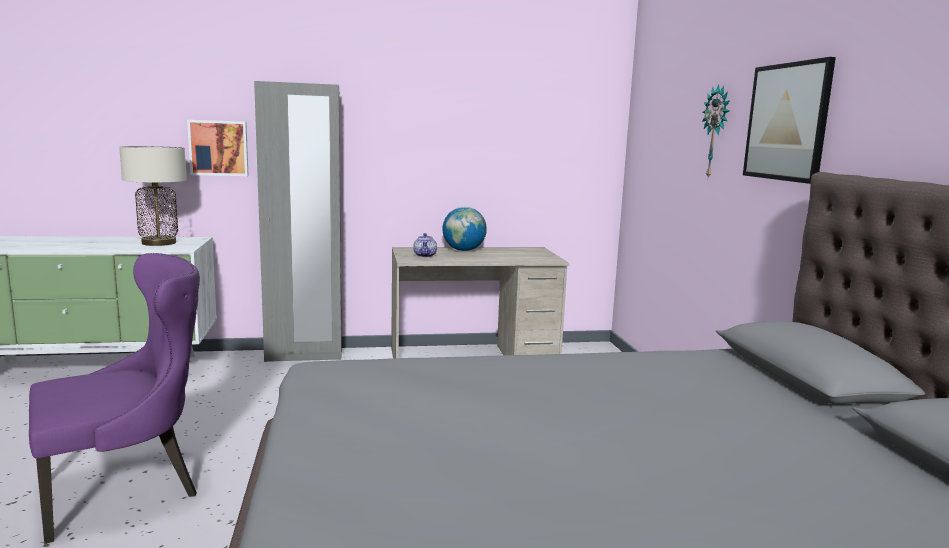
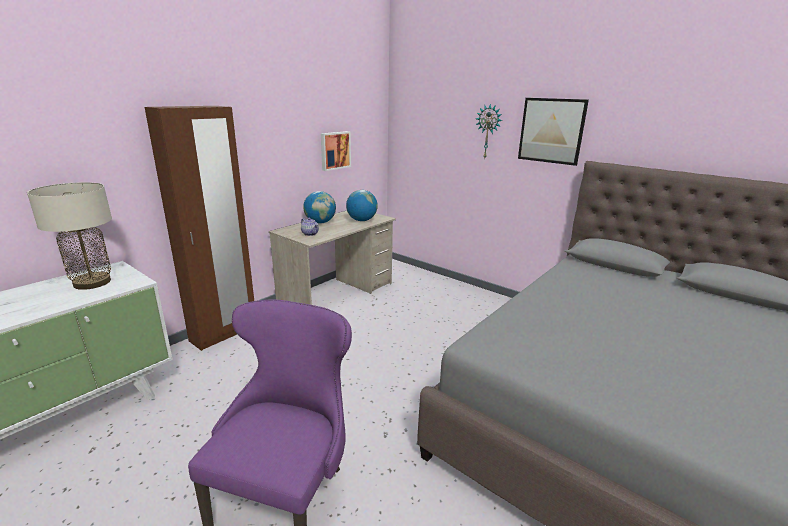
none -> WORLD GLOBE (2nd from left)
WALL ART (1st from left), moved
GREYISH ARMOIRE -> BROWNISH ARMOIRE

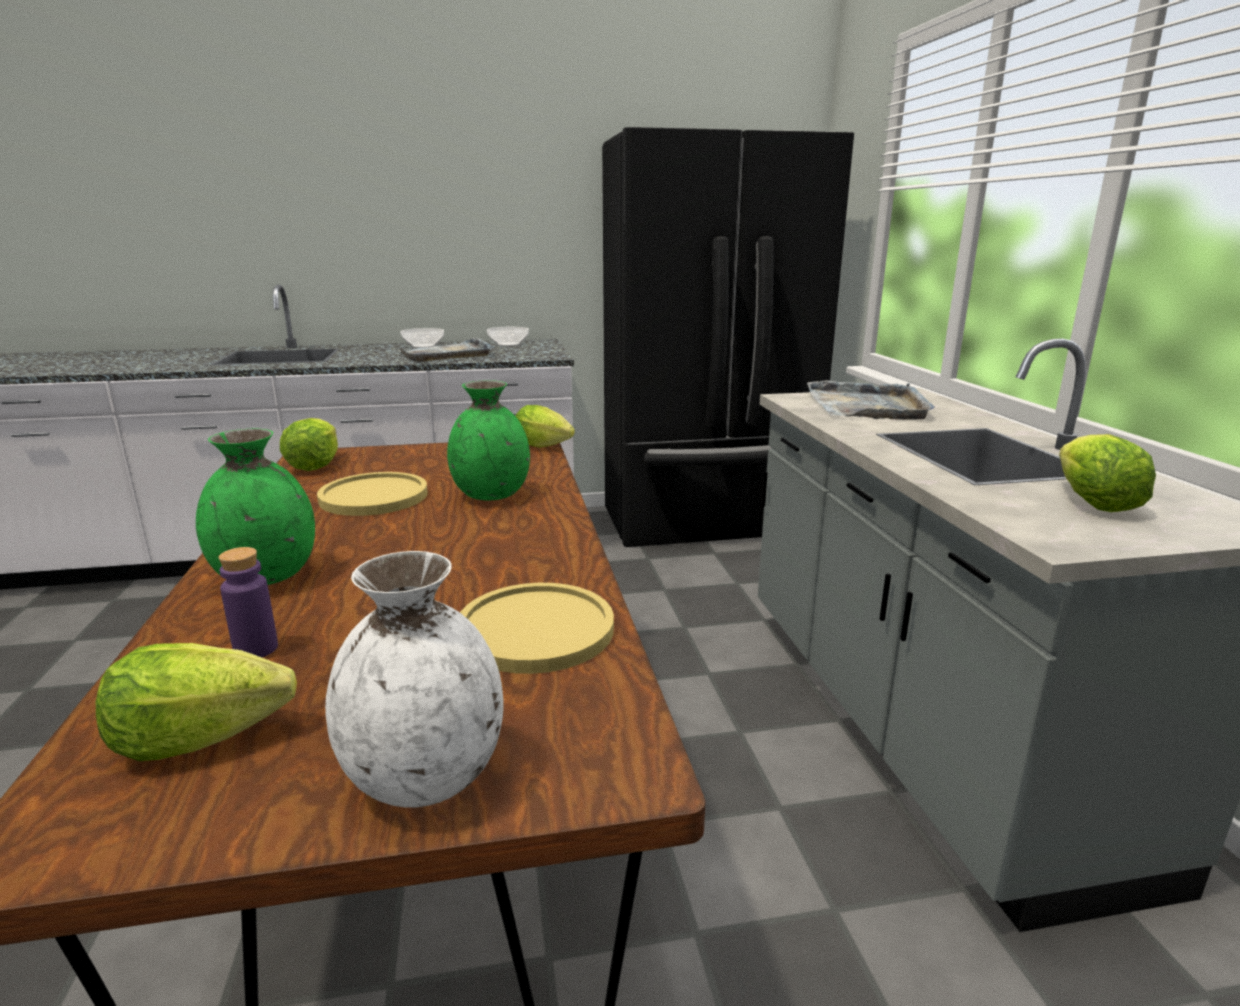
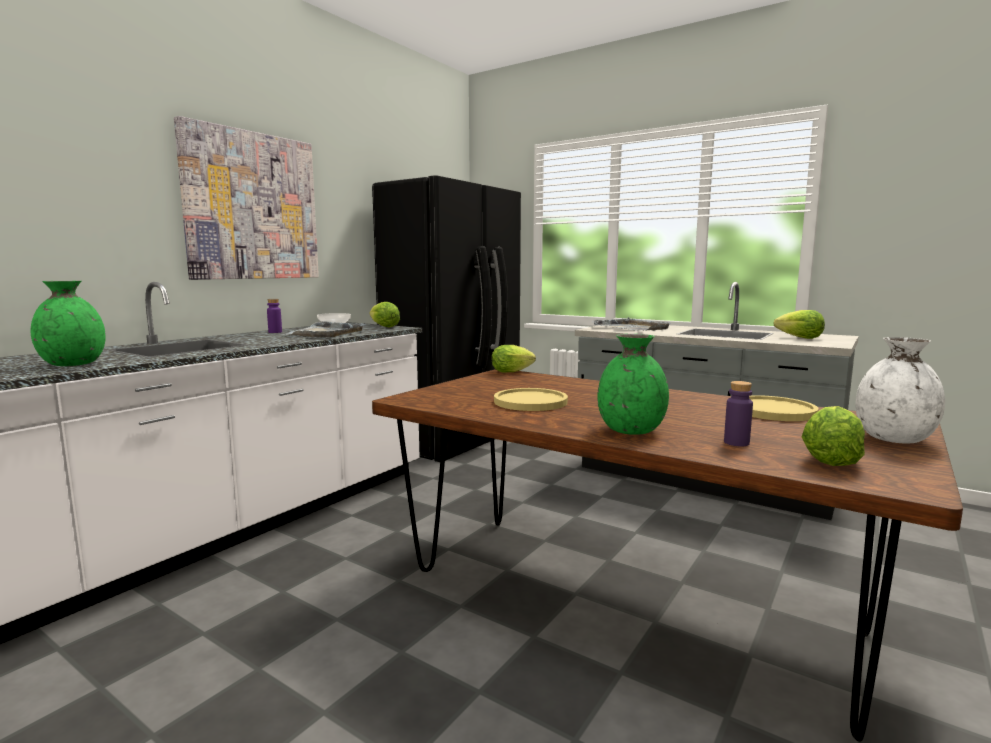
none -> WALL ART
LETTUCE HEAD (2nd from left in the first image) -> LETTUCE HEAD (1st from left), moved
GREEN DECORATIVE VASE (2nd from left in the first image) -> GREEN DECORATIVE VASE (1st from left), moved
SERVING BOWL (1st from left) -> PURPLISH DRINK BOTTLE (1st from left)

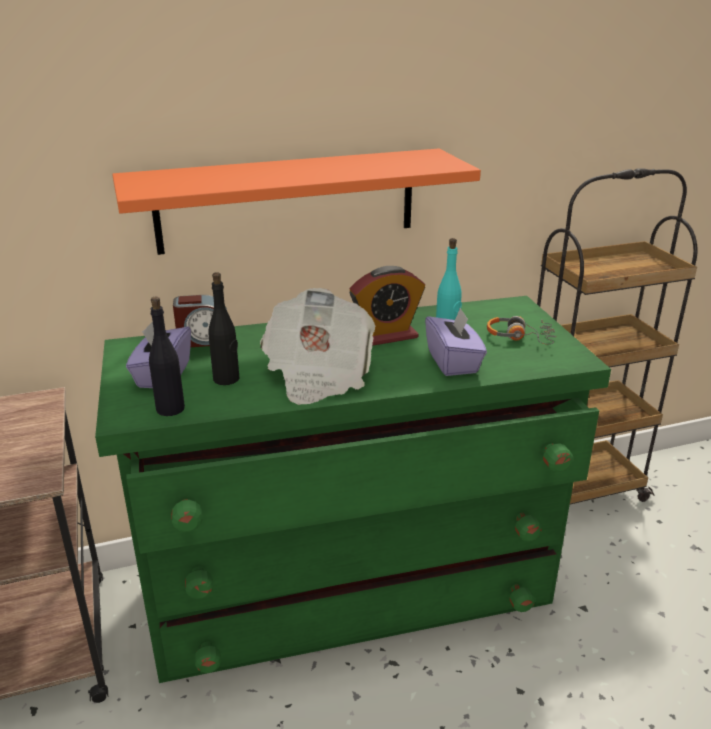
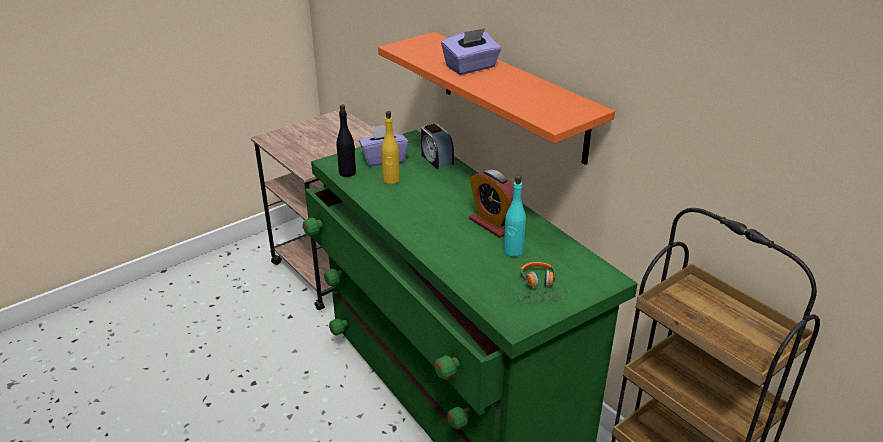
NEWSPAPER -> none
PURPLISH TISSUE HOLDER (2nd from left), moved
BLACK DRINK BOTTLE (2nd from left) -> YELLOWISH DRINK BOTTLE

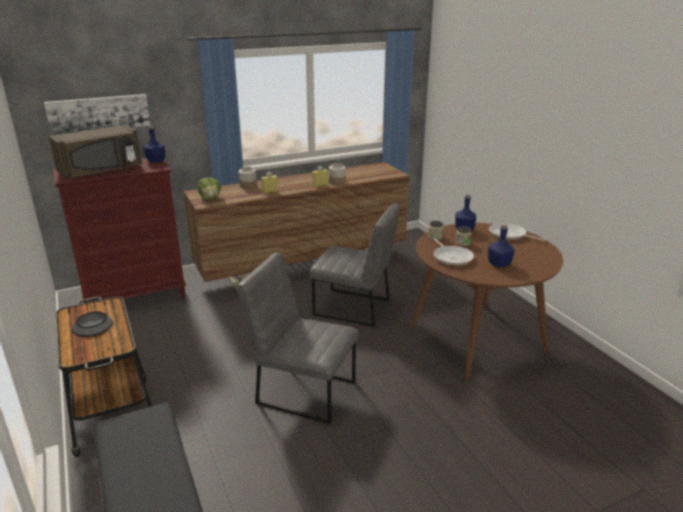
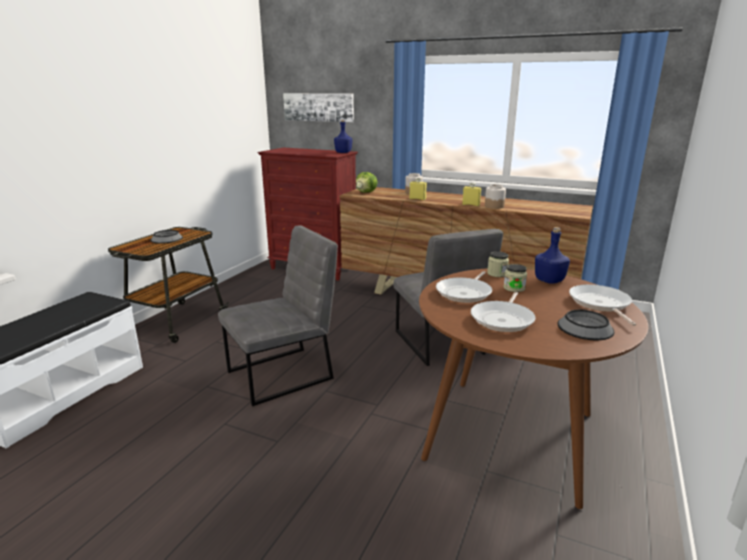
BROWNISH KITCHEN MICROWAVE -> none
none -> SERVING BOWL (2nd from left)
BLUISH DRINK BOTTLE (3rd from left) -> PAN (2nd from left)
GREYISH UPRIGHT CHAIR (1st from left), 75 degrees clockwise

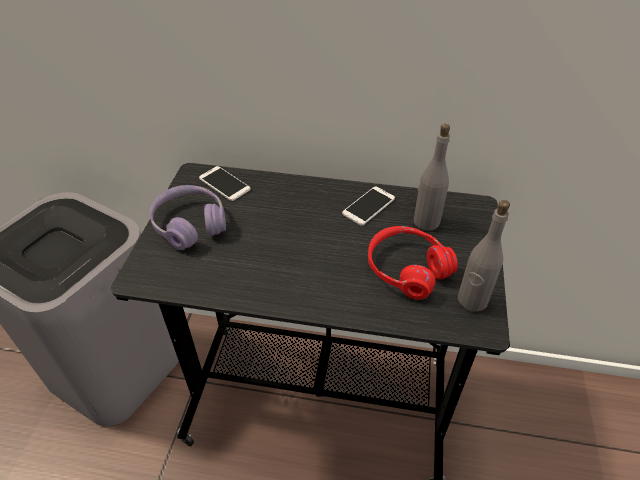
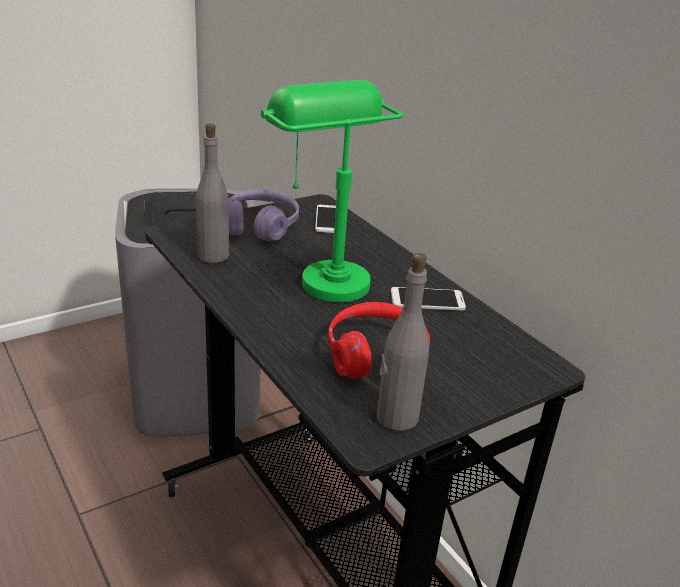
none -> GREEN LAMP FOR A TABLE
GREYISH DRINK BOTTLE (1st from left), moved

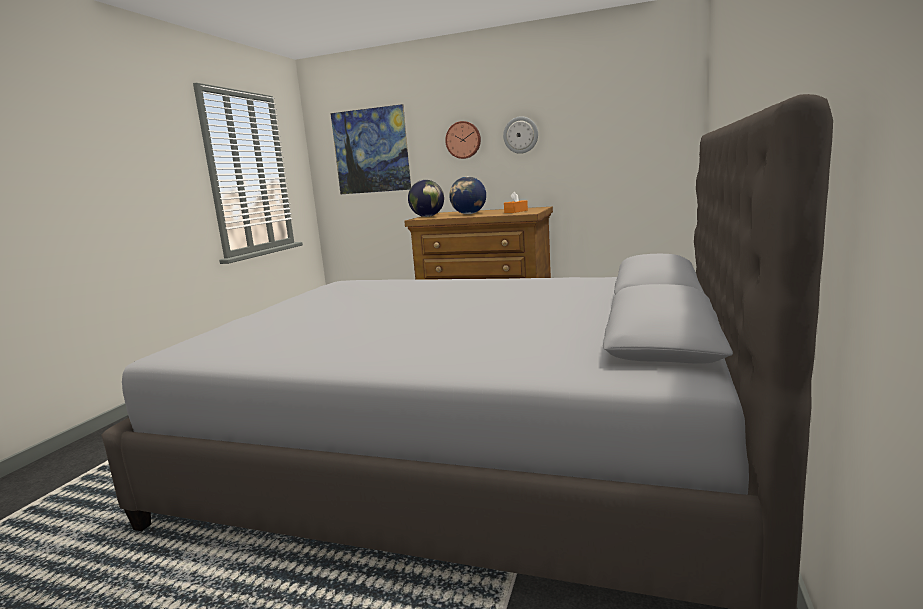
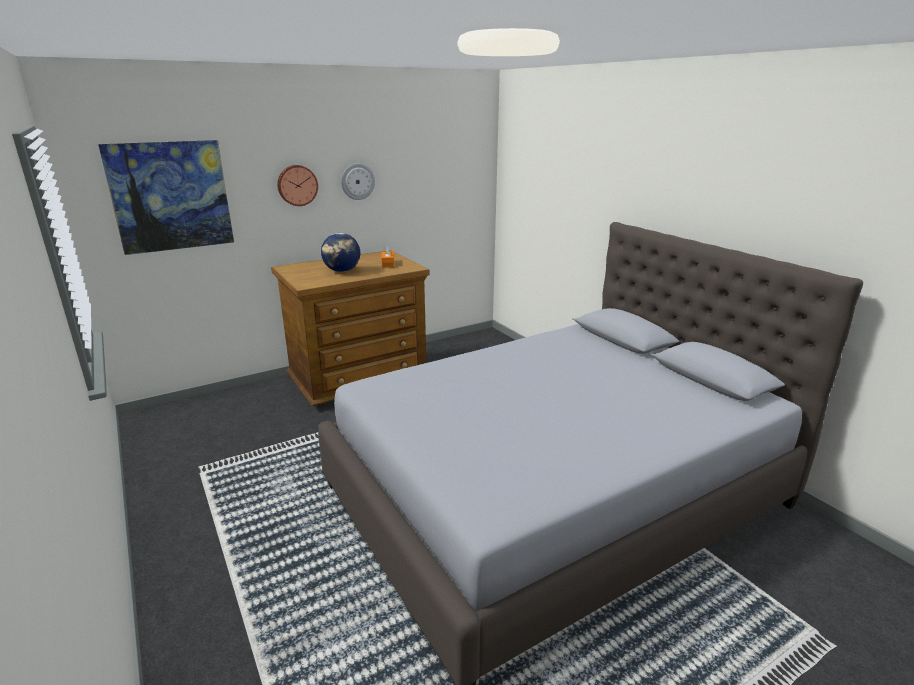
WORLD GLOBE (1st from left) -> none

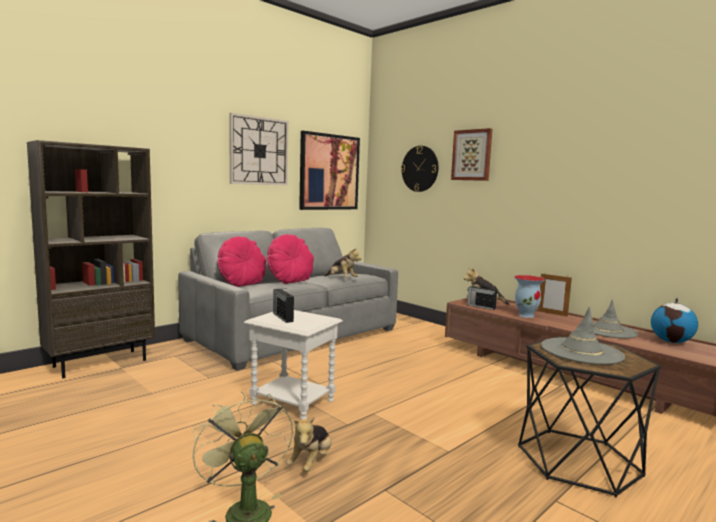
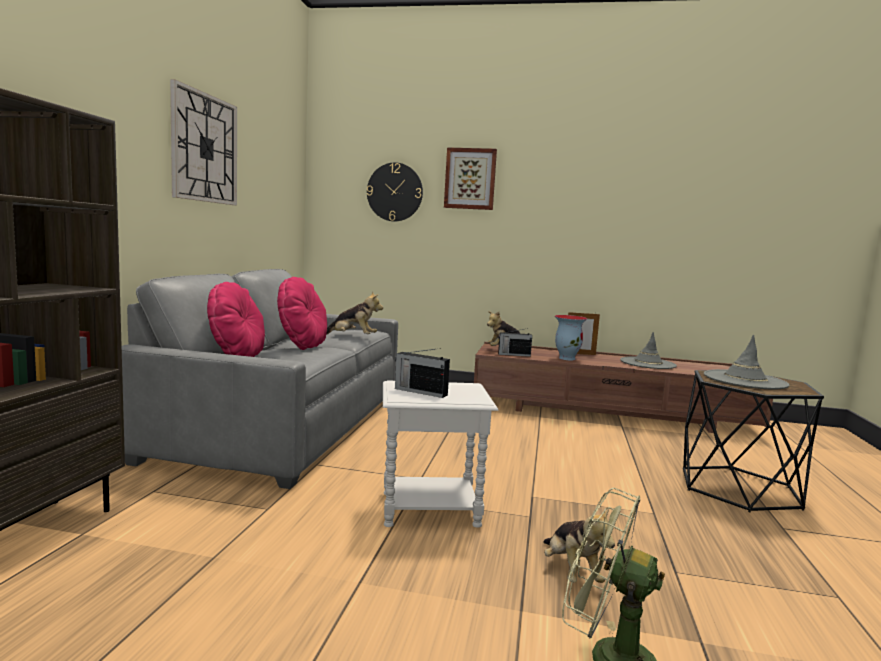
WALL ART (1st from left) -> none
WORLD GLOBE -> none

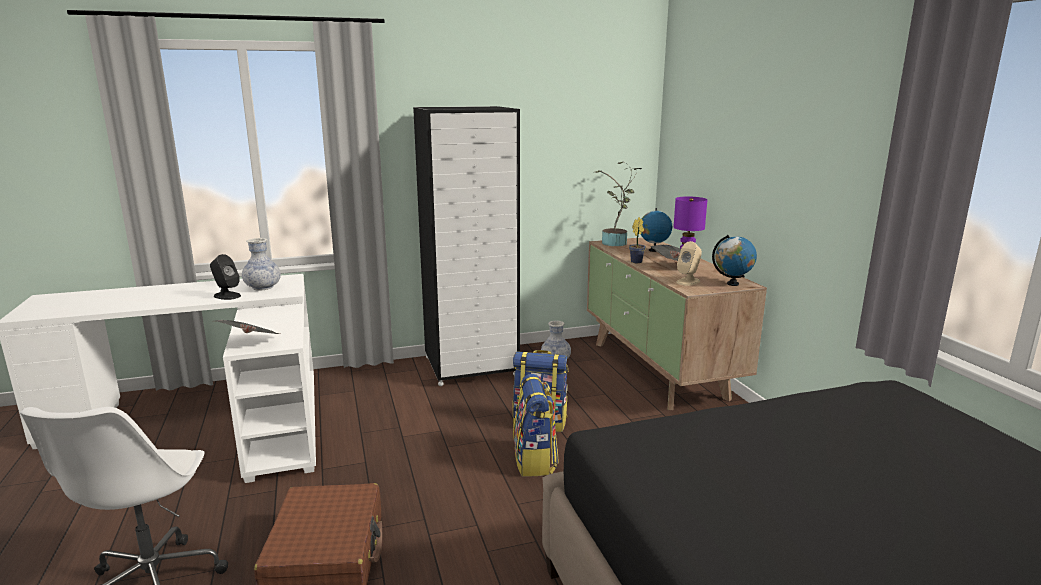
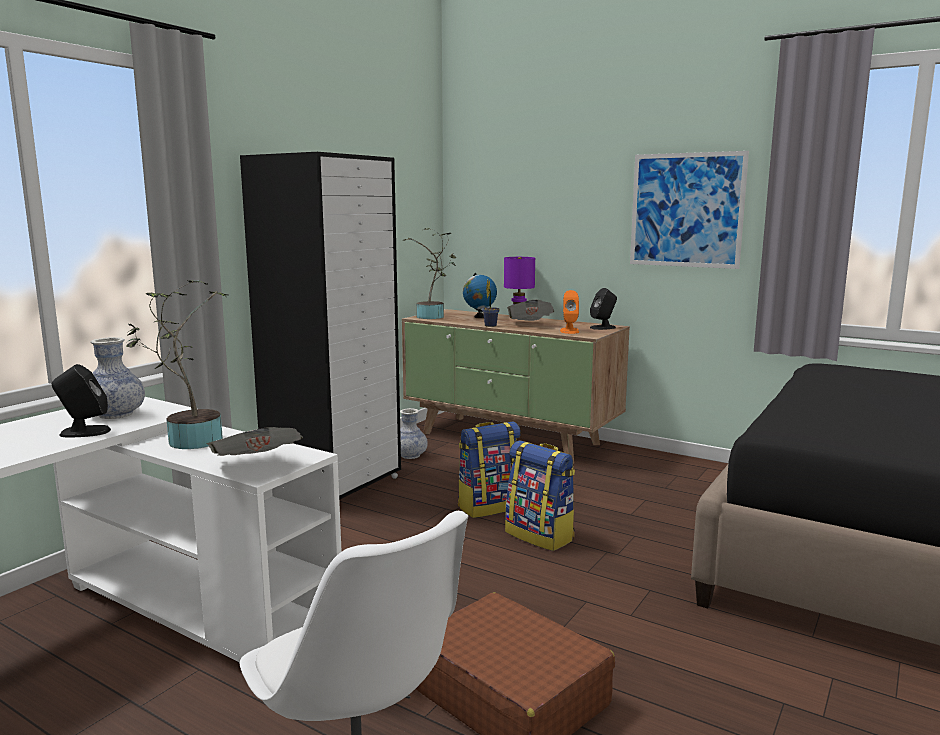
none -> PLANT IN A POT (1st from left)
none -> WALL ART
WORLD GLOBE (2nd from left) -> BLACK LOUDSPEAKER (2nd from left)
BEIGE LOUDSPEAKER -> ORANGE-COLOURED LOUDSPEAKER

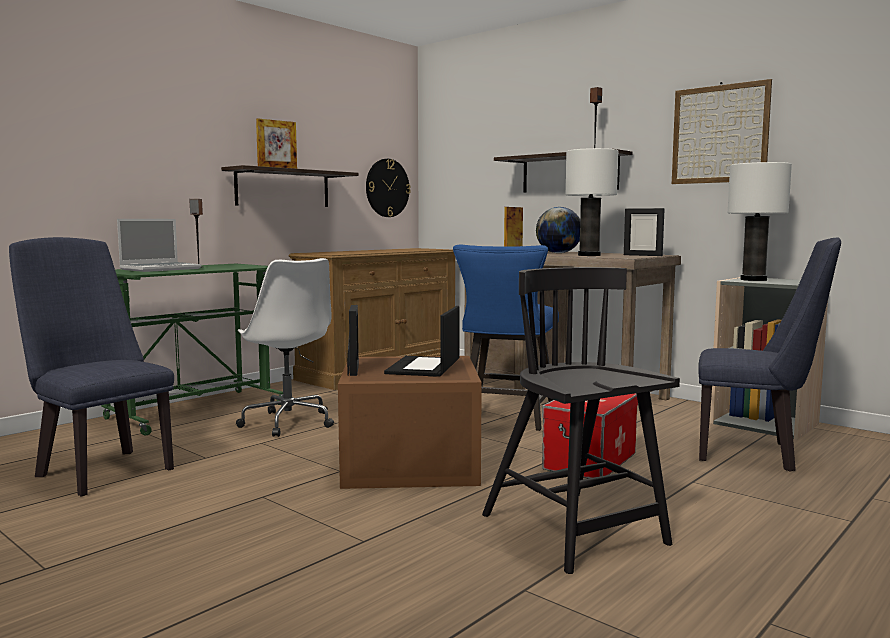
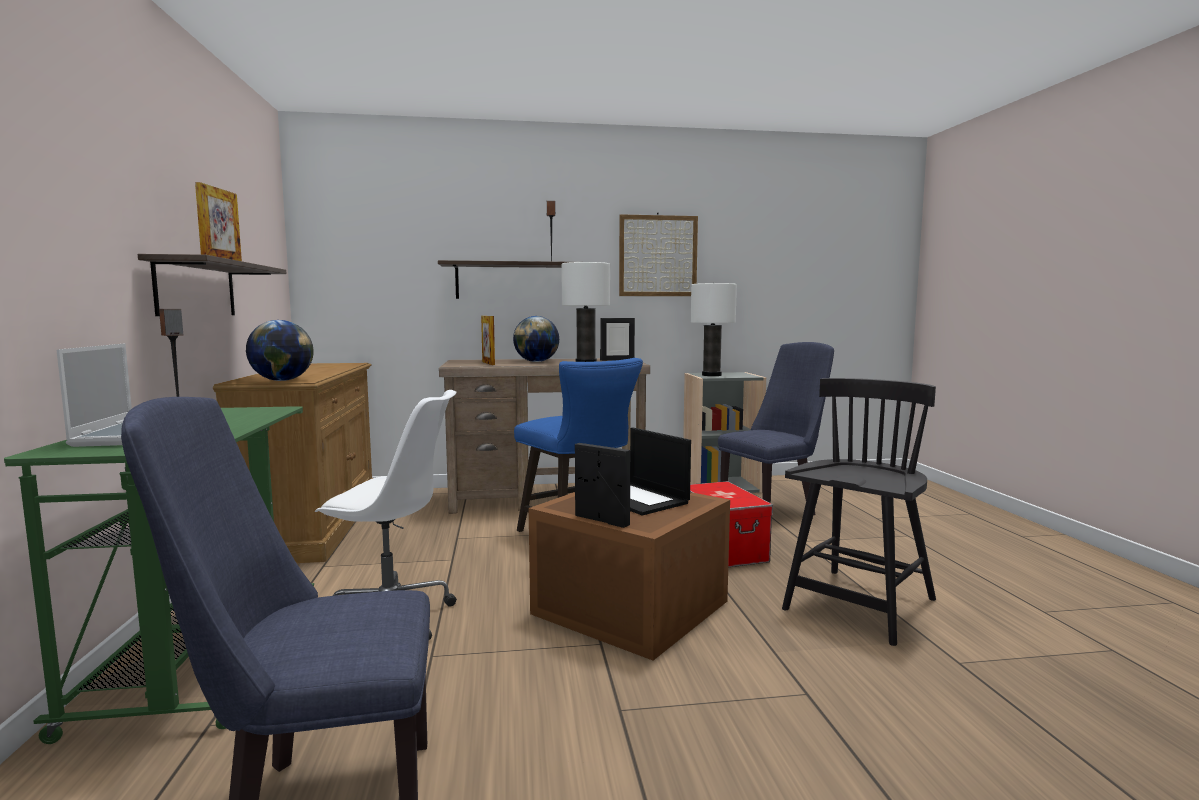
HANGING CLOCK -> none
none -> WORLD GLOBE (1st from left)
BLACK UPRIGHT CHAIR, 120 degrees clockwise

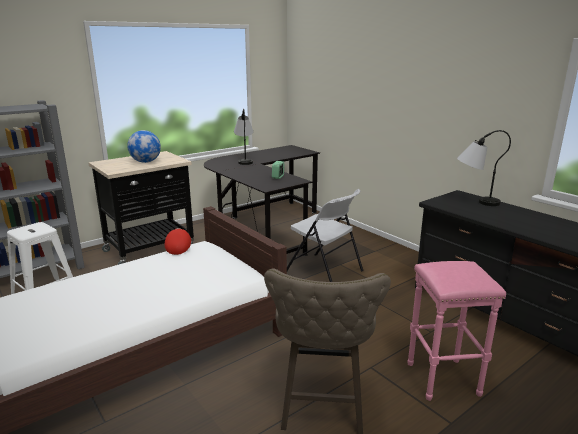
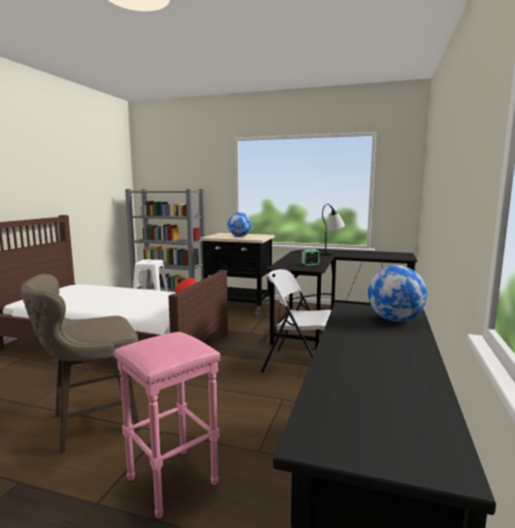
LAMP FOR A TABLE (2nd from left) -> WORLD GLOBE (2nd from left)
WHITISH UPRIGHT CHAIR, 105 degrees clockwise

